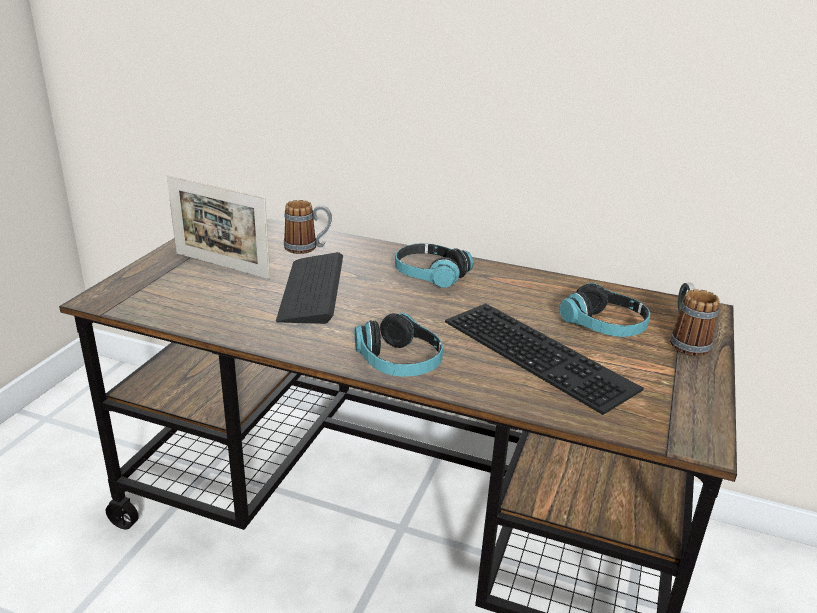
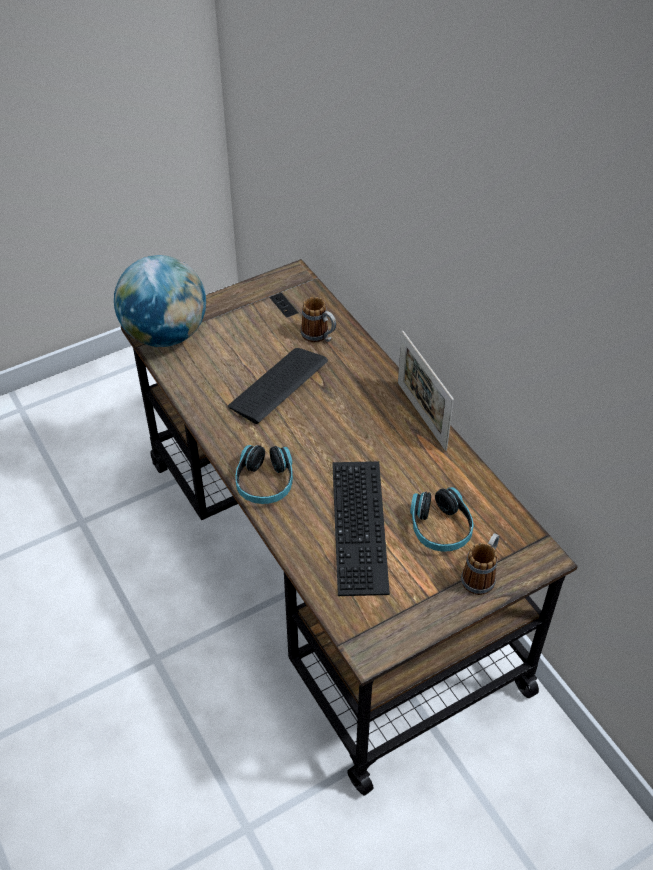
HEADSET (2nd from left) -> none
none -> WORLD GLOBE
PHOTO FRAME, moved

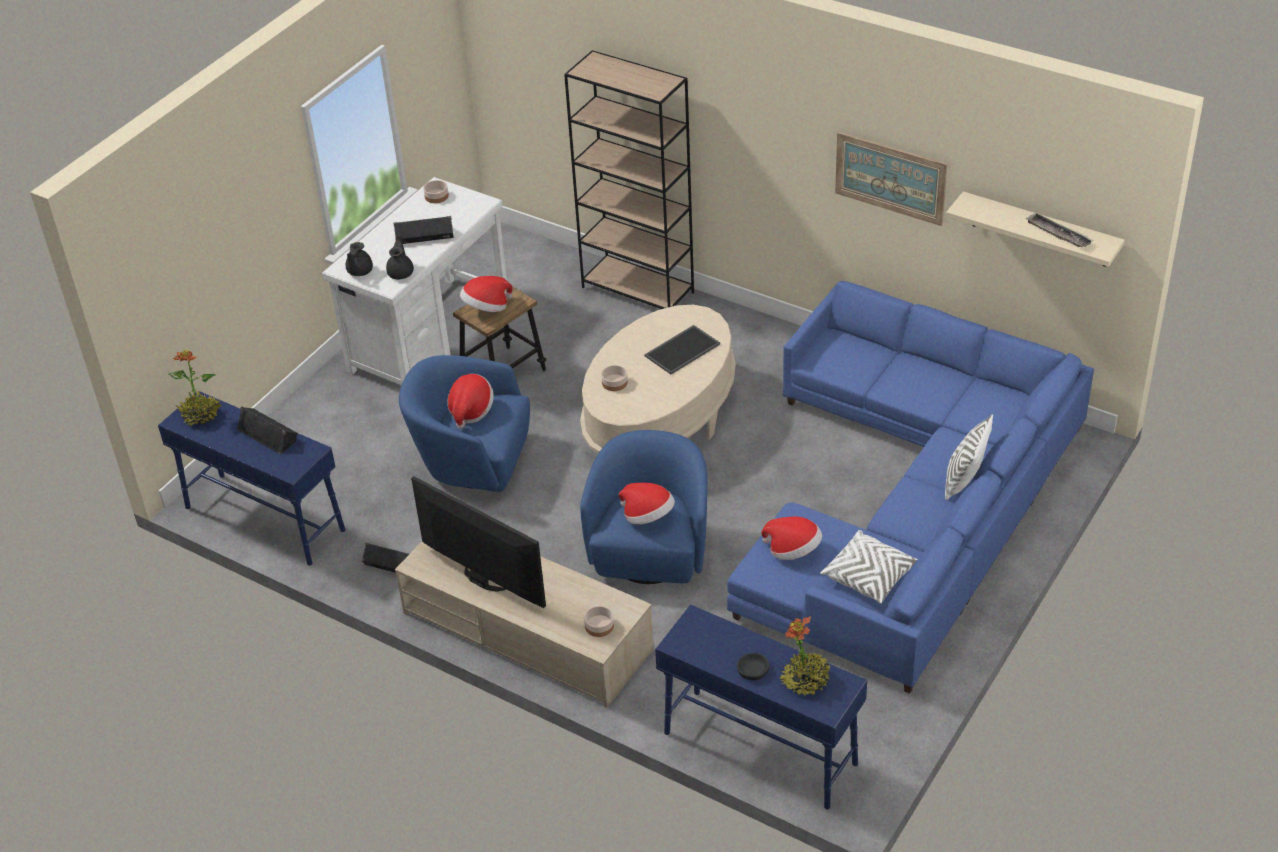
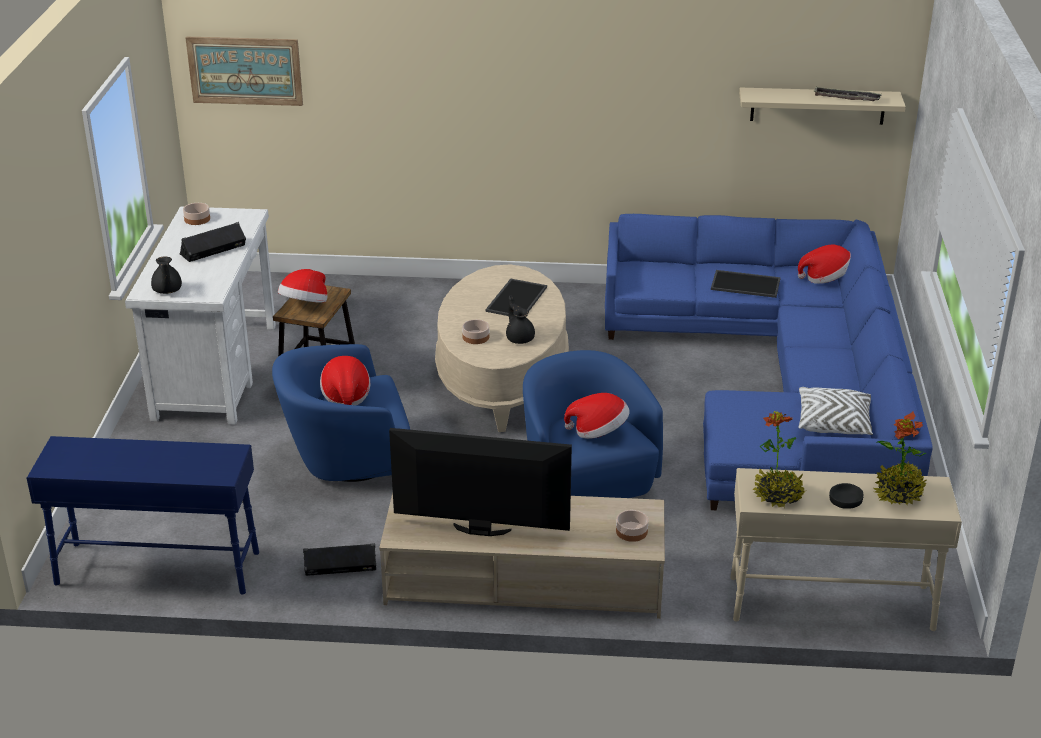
BLACK LOUDSPEAKER (1st from left) -> none
BEIGE SHELVING UNIT -> none
WHITISH PILLOW (2nd from left) -> none
none -> CARRYING TRAY (2nd from left)
PLANT IN A POT (1st from left), moved
BLACK TEAPOT (2nd from left), moved
WEARABLE HAT (4th from left), moved
WALL ART, moved
BLUISH NARROW TABLE (2nd from left) -> BEIGE NARROW TABLE

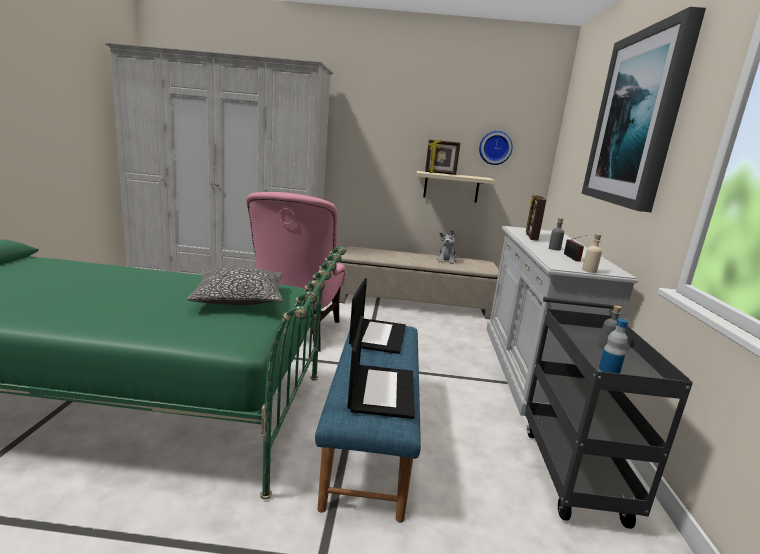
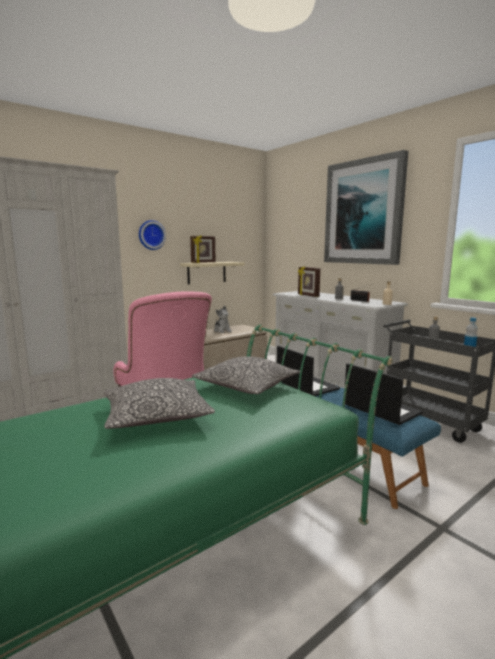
none -> PILLOW (1st from left)
HANGING CLOCK, moved

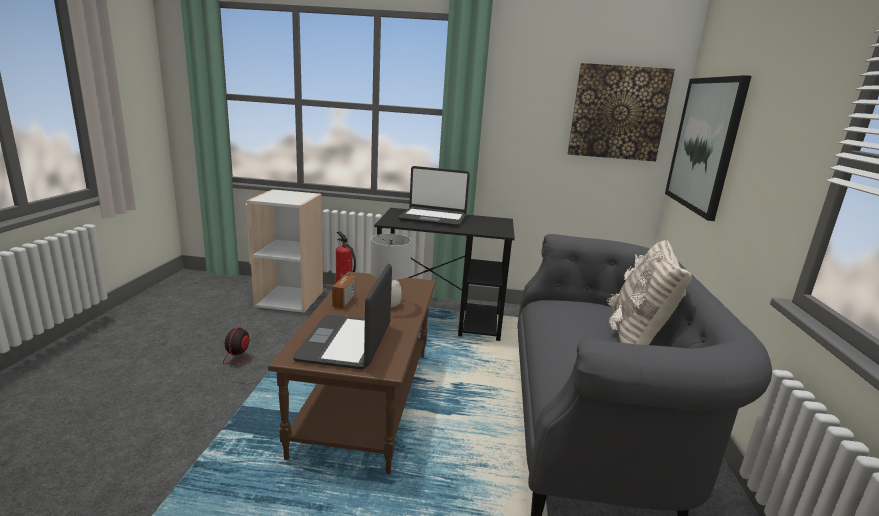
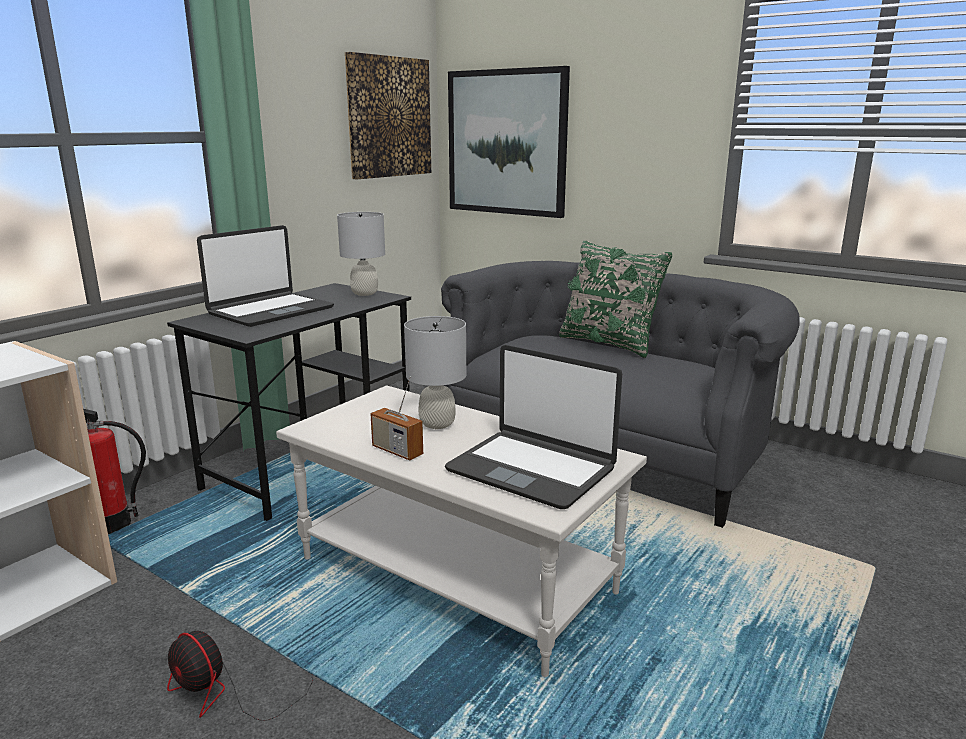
none -> GREYISH LAMP FOR A TABLE (1st from left)
BROWNISH LOUNGE TABLE -> WHITISH LOUNGE TABLE
BEIGE PILLOW -> GREEN PILLOW

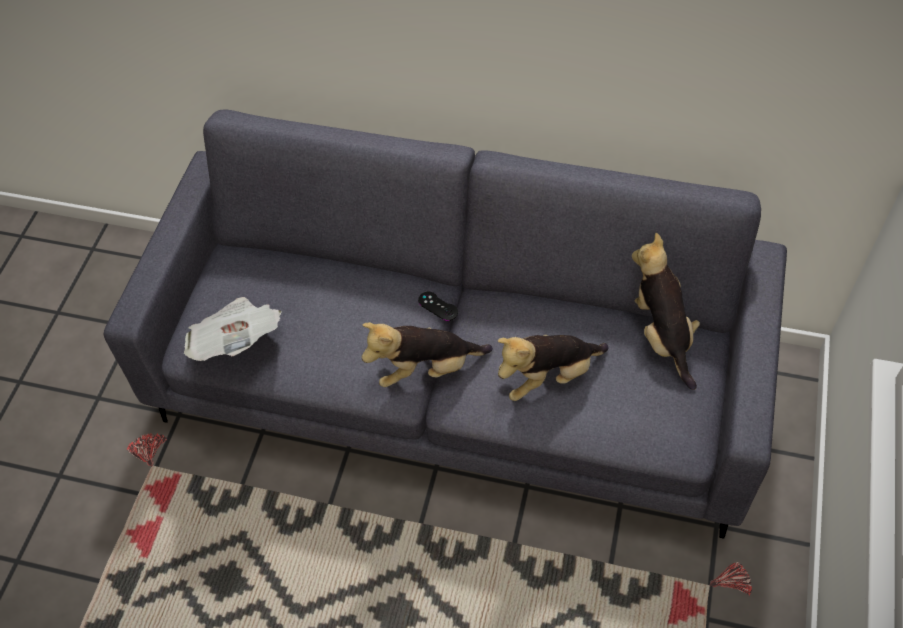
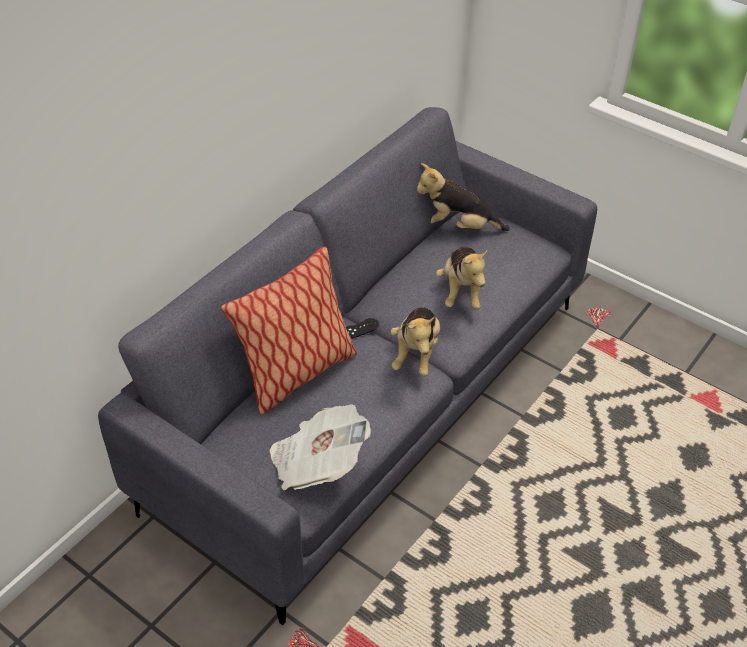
none -> PILLOW

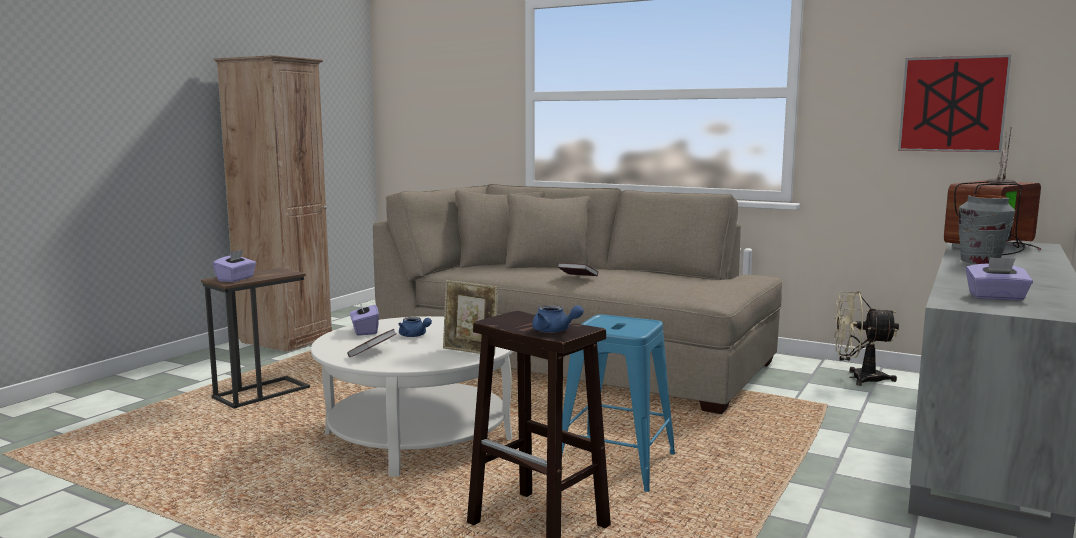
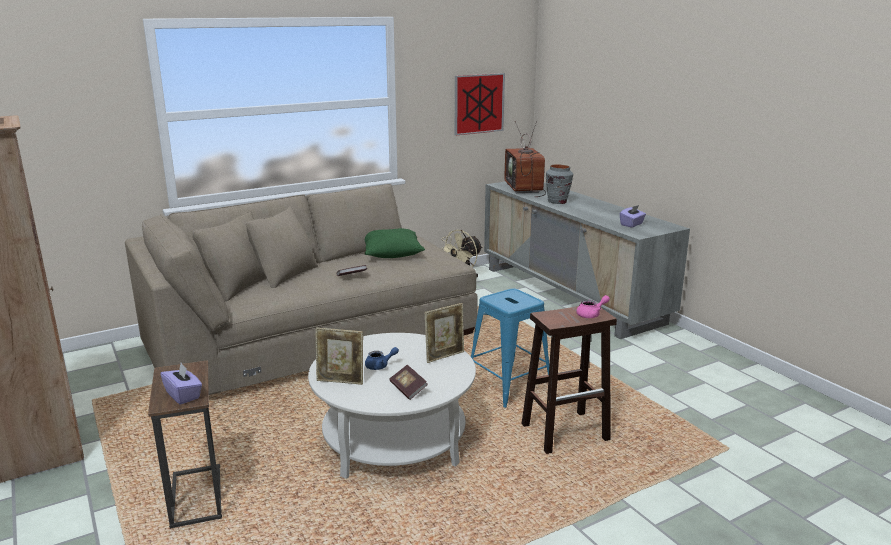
none -> GREEN PILLOW
PURPLISH TISSUE HOLDER (2nd from left) -> PHOTO FRAME (1st from left)
BLUISH TEAPOT (2nd from left) -> PINK-COLOURED TEAPOT

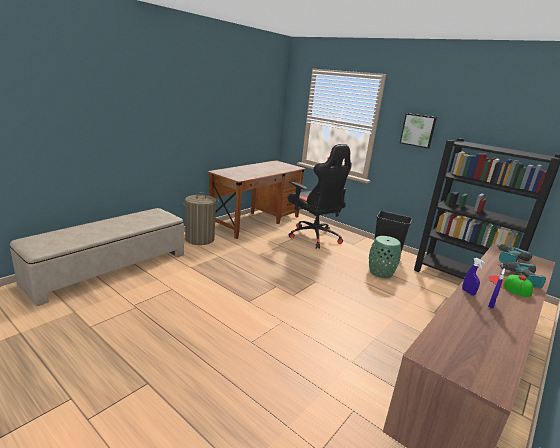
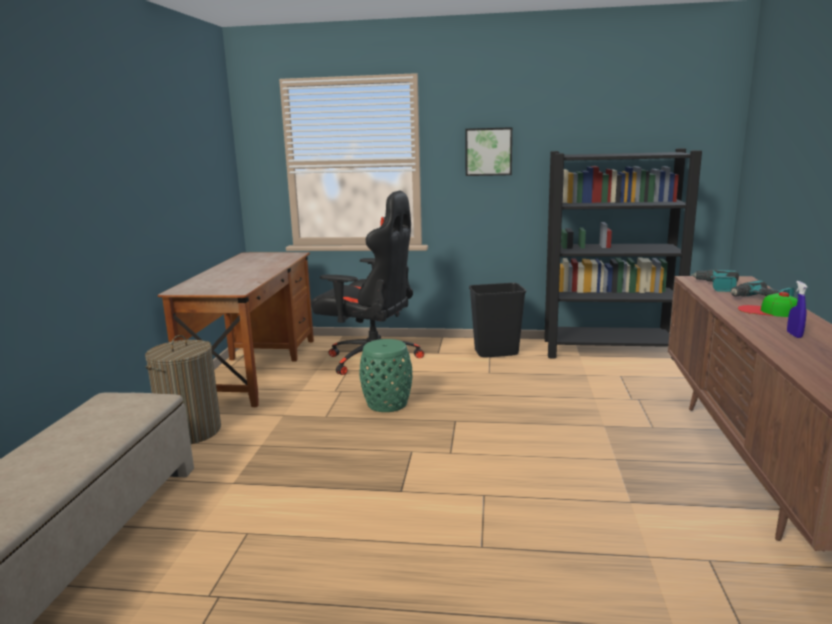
BLUISH SPRAY BOTTLE (1st from left) -> none
GREEN SITTING STOOL, moved

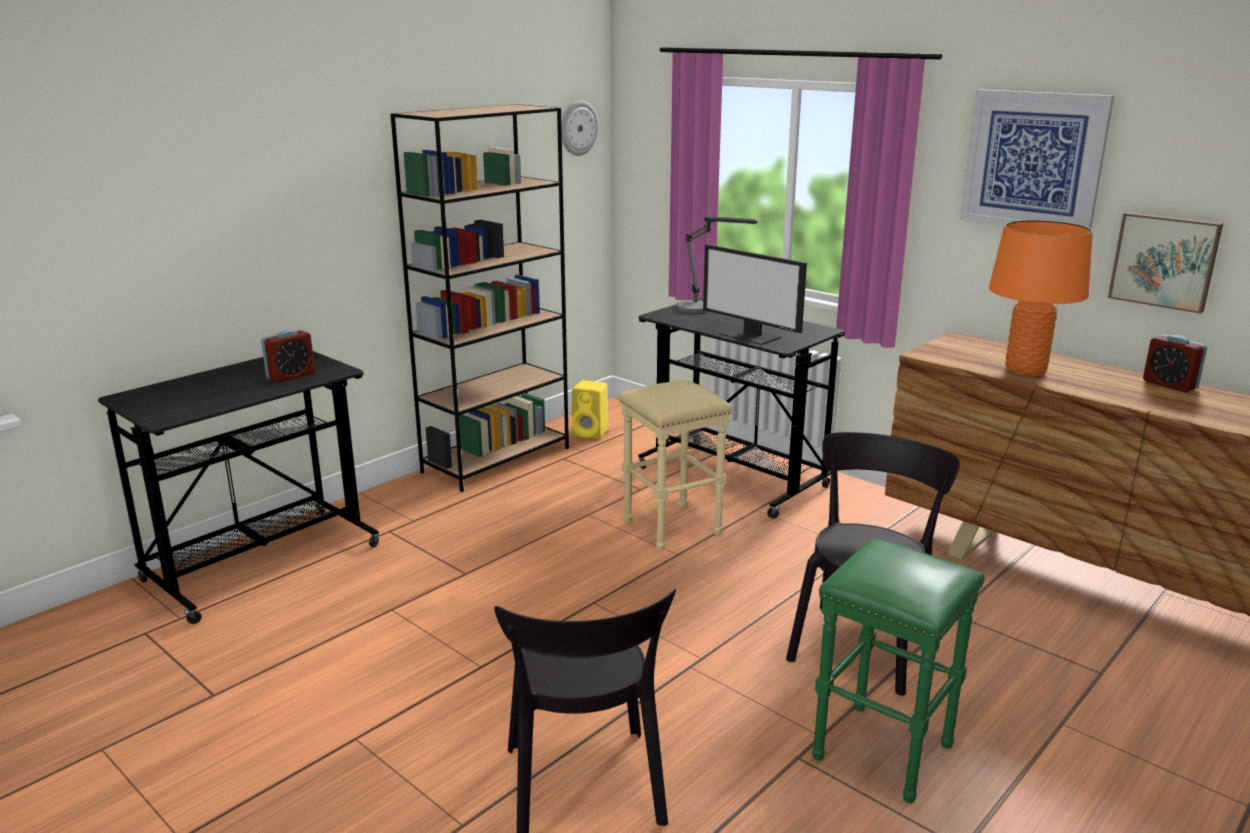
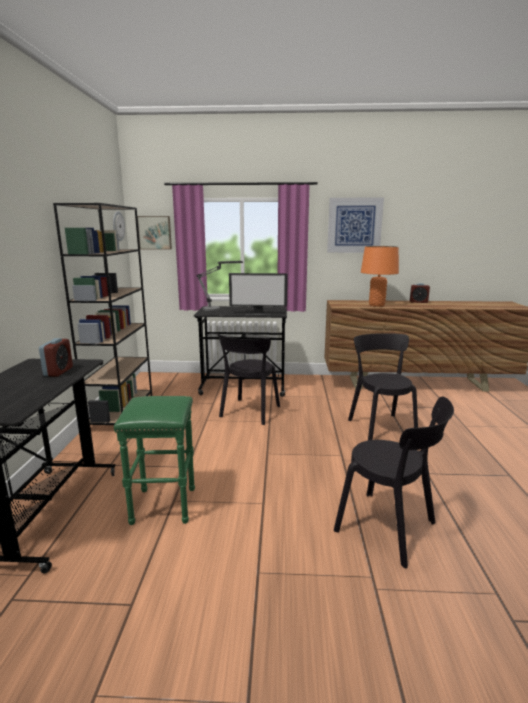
YELLOWISH LOUDSPEAKER -> none
GREEN SITTING STOOL, moved
WALL ART (2nd from left in the first image) -> WALL ART (1st from left), moved
BEIGE SITTING STOOL -> BLACK UPRIGHT CHAIR (1st from left)

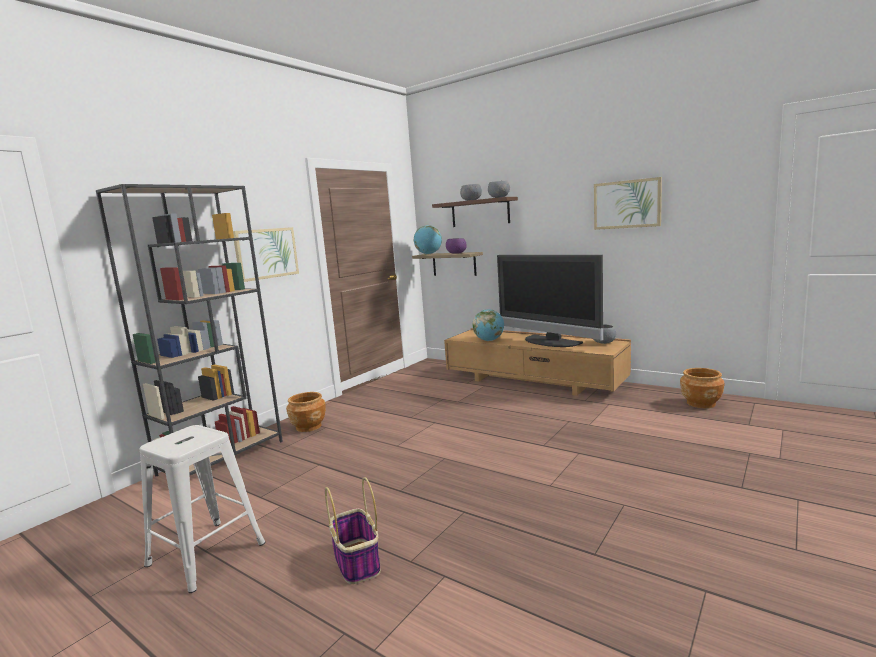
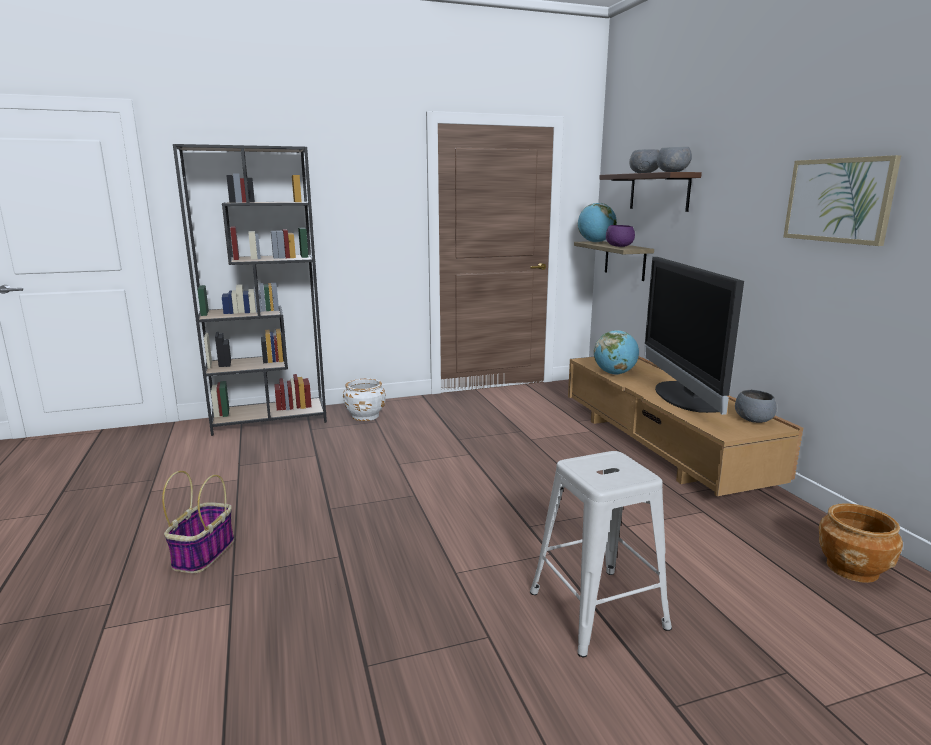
WALL ART (1st from left) -> none
WHITISH SITTING STOOL, moved
BROWNISH FLOWER POT (1st from left) -> WHITISH FLOWER POT

